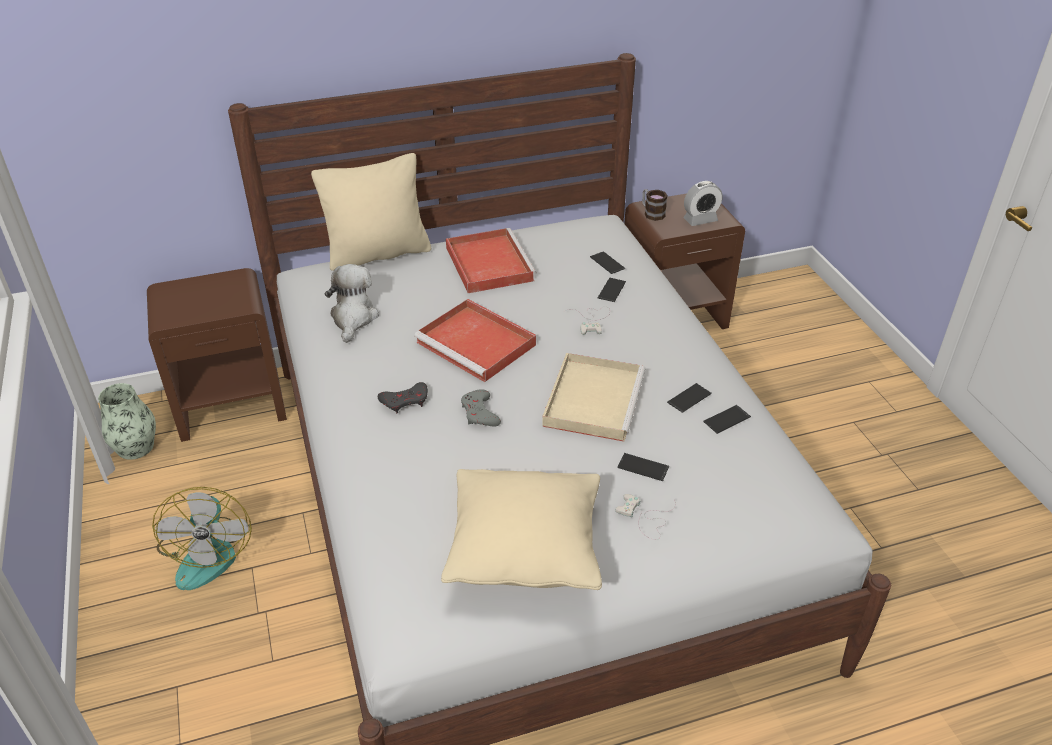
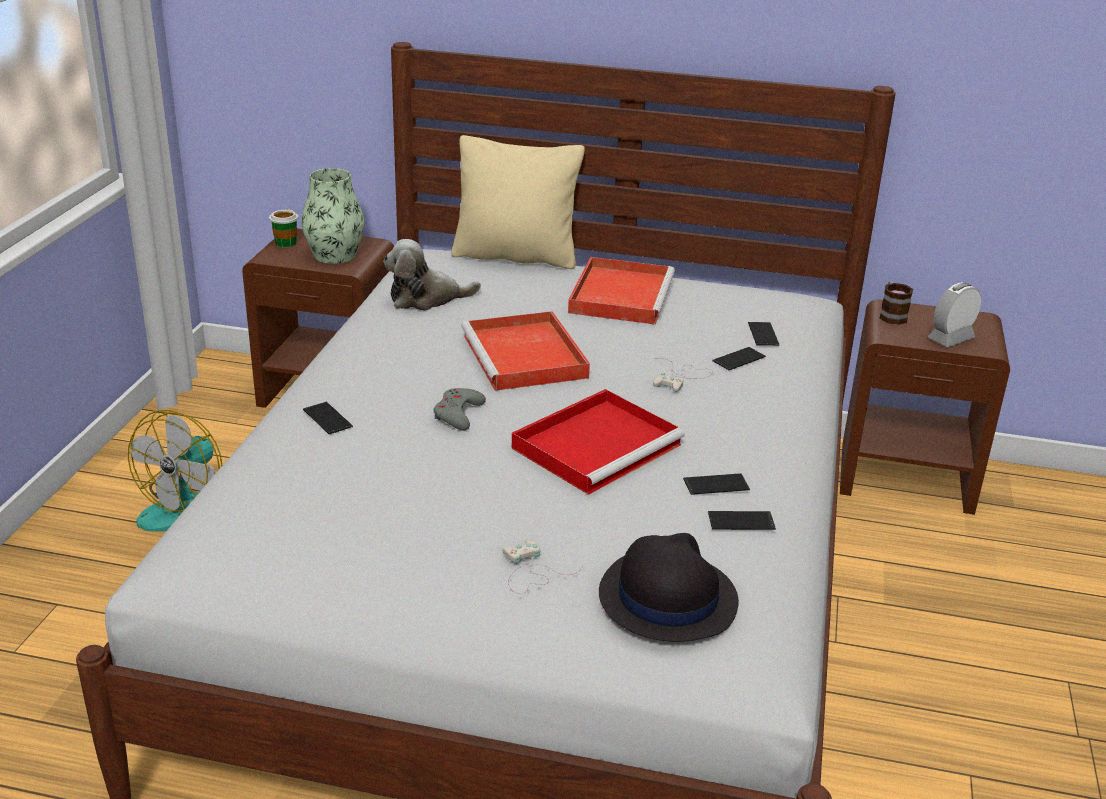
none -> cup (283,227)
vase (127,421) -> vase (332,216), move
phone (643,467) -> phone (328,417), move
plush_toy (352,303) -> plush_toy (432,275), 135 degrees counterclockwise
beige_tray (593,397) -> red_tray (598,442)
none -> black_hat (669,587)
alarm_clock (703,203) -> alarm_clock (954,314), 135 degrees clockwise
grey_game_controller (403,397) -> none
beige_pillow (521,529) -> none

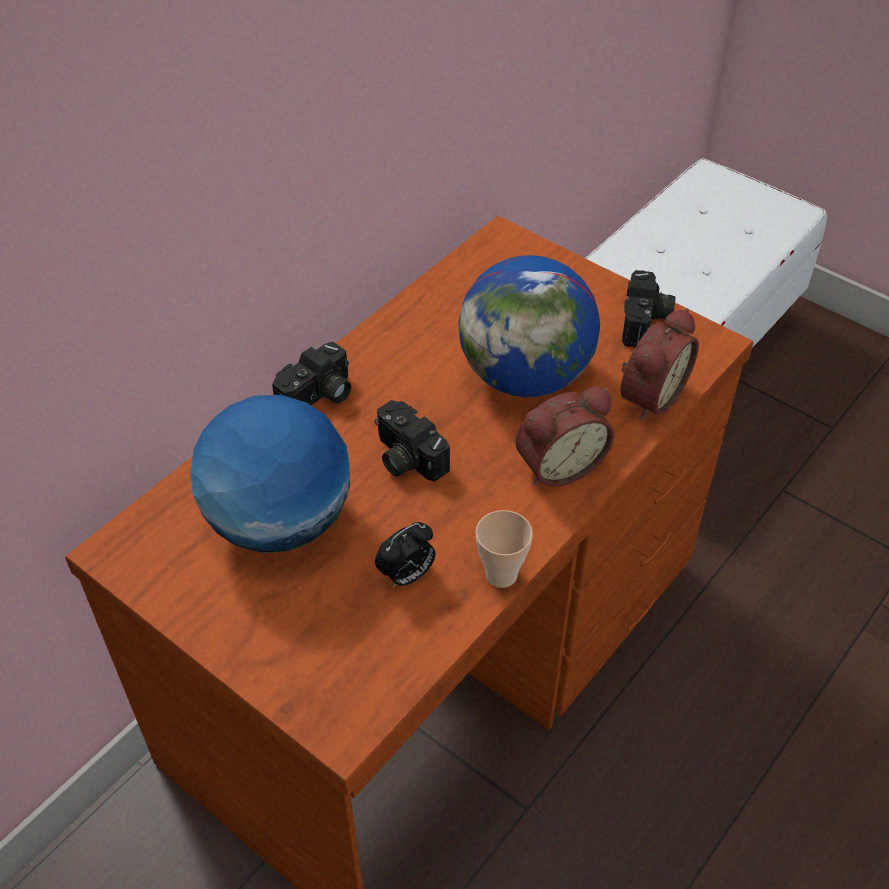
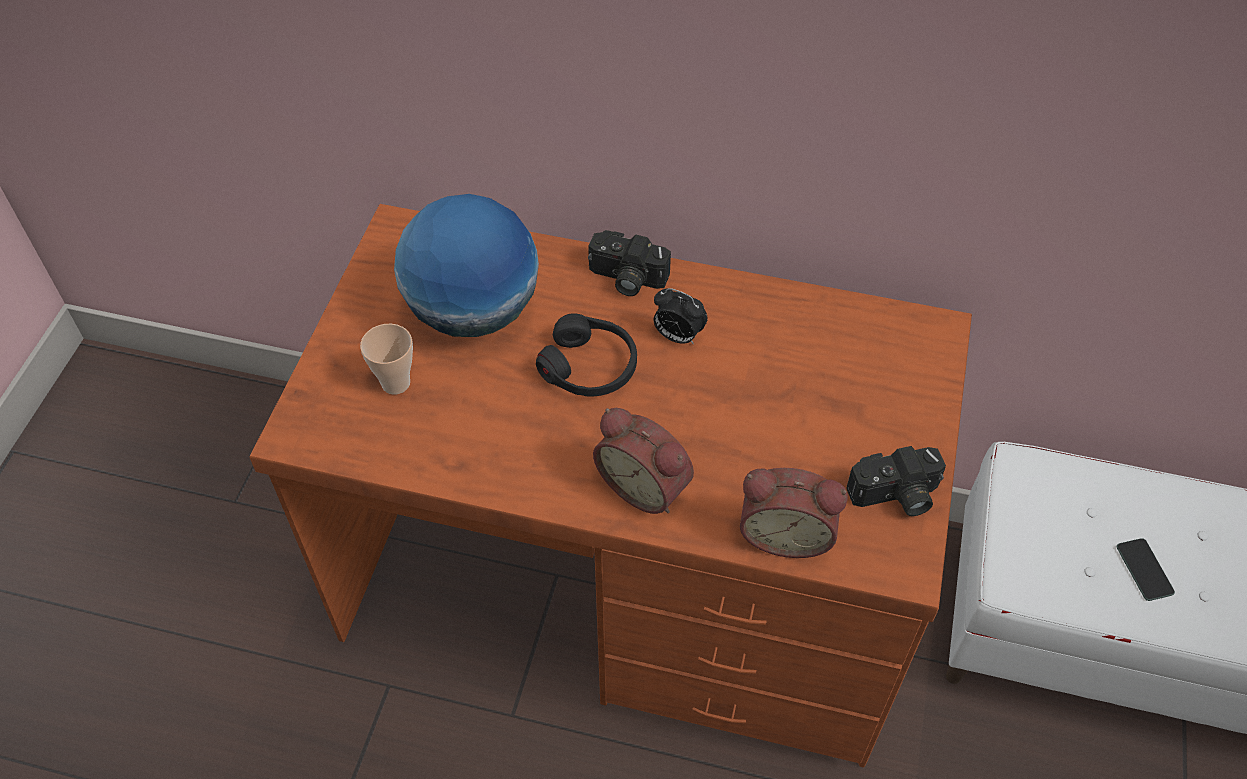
cup (504,549) -> cup (386,359), move
photo_camera (412,441) -> black_headphones (586,355)
alarm_clock (405,555) -> alarm_clock (680,316), move
none -> phone (1146,569)
globe (529,326) -> none

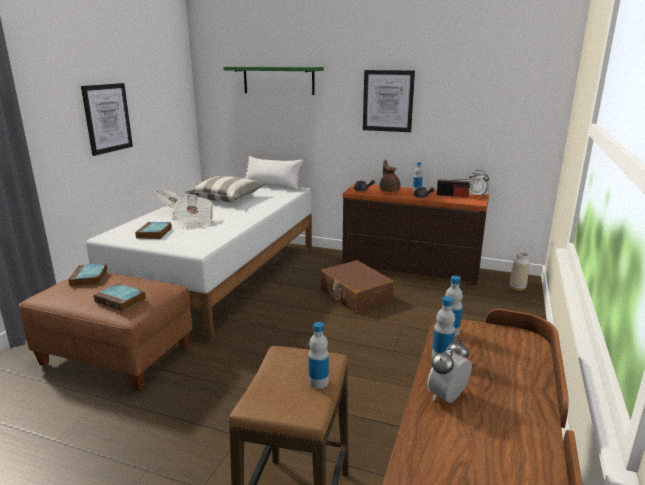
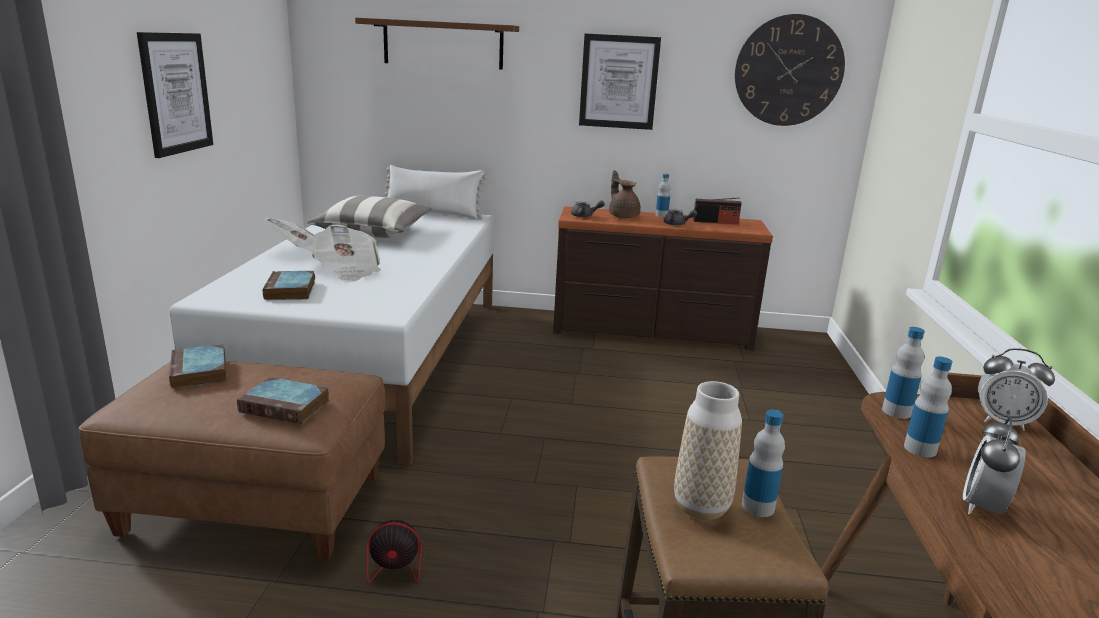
green_shelf (274,80) -> brown_shelf (437,44)
none -> fan (417,542)
vase (519,271) -> vase (708,450), move
none -> wall_clock (790,70)
alarm_clock (479,183) -> alarm_clock (1016,389), move
brown_suitcase (357,286) -> none

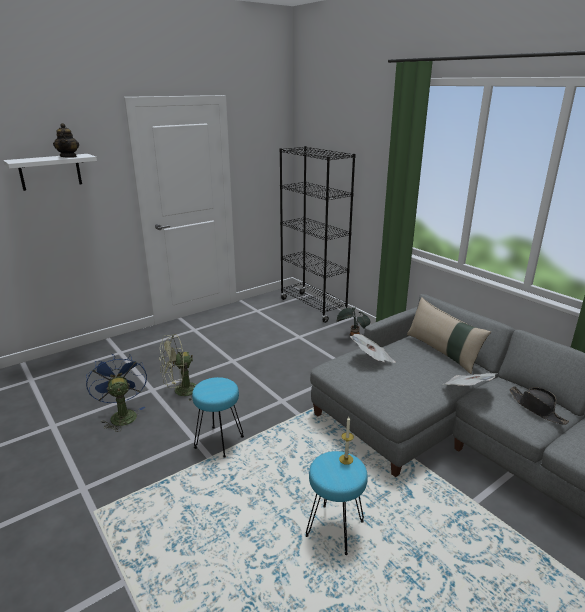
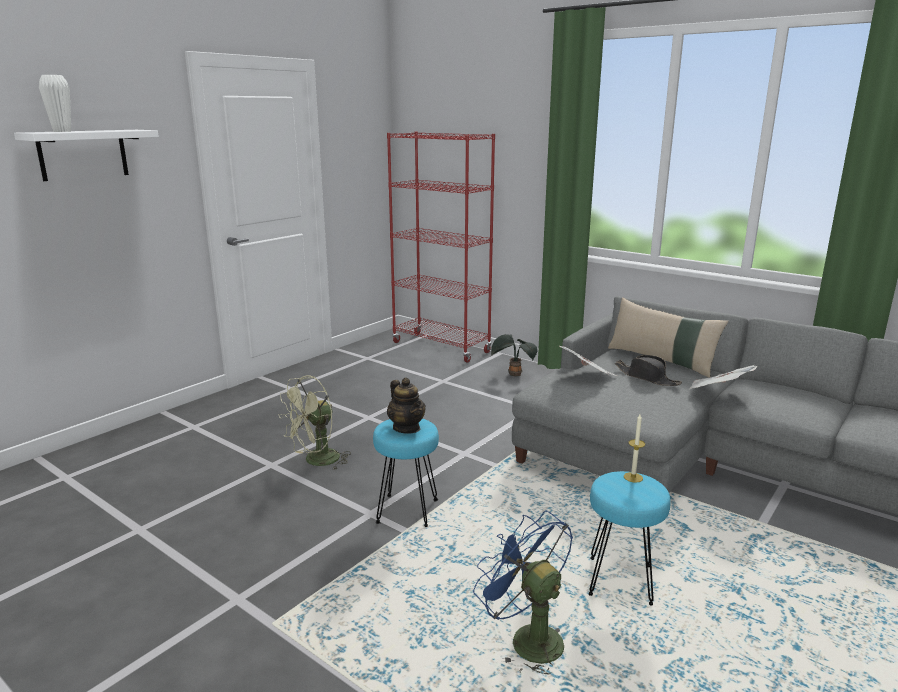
none -> white_vase (55,103)
black_bookcase (317,234) -> red_bookcase (441,247)
teapot (66,140) -> teapot (406,406), move
blue_fan (116,393) -> blue_fan (523,593), move
black_hat (539,405) -> black_hat (648,370), move

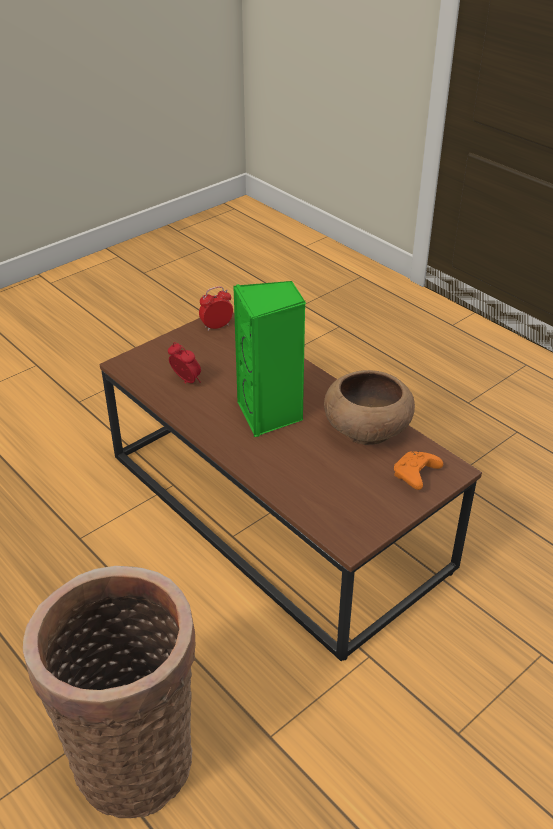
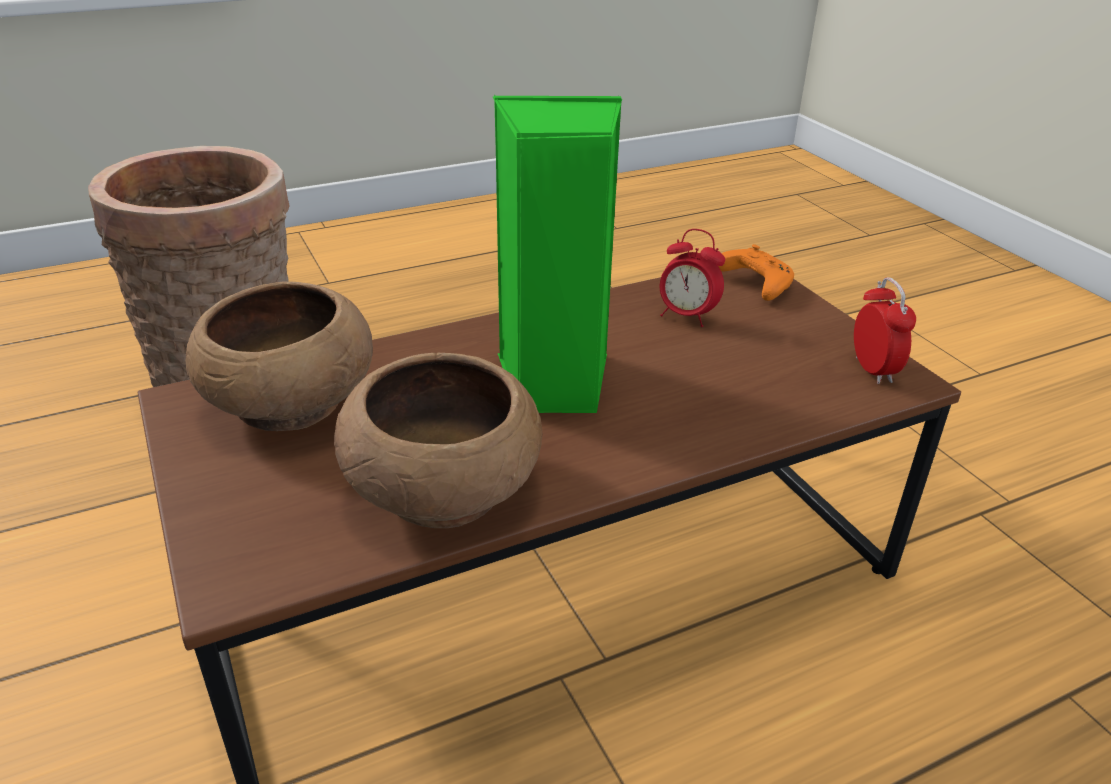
none -> brown_bowl (279,356)
alarm_clock (184,362) -> alarm_clock (692,278), 60 degrees clockwise
orange_game_controller (418,470) -> orange_game_controller (756,272), move

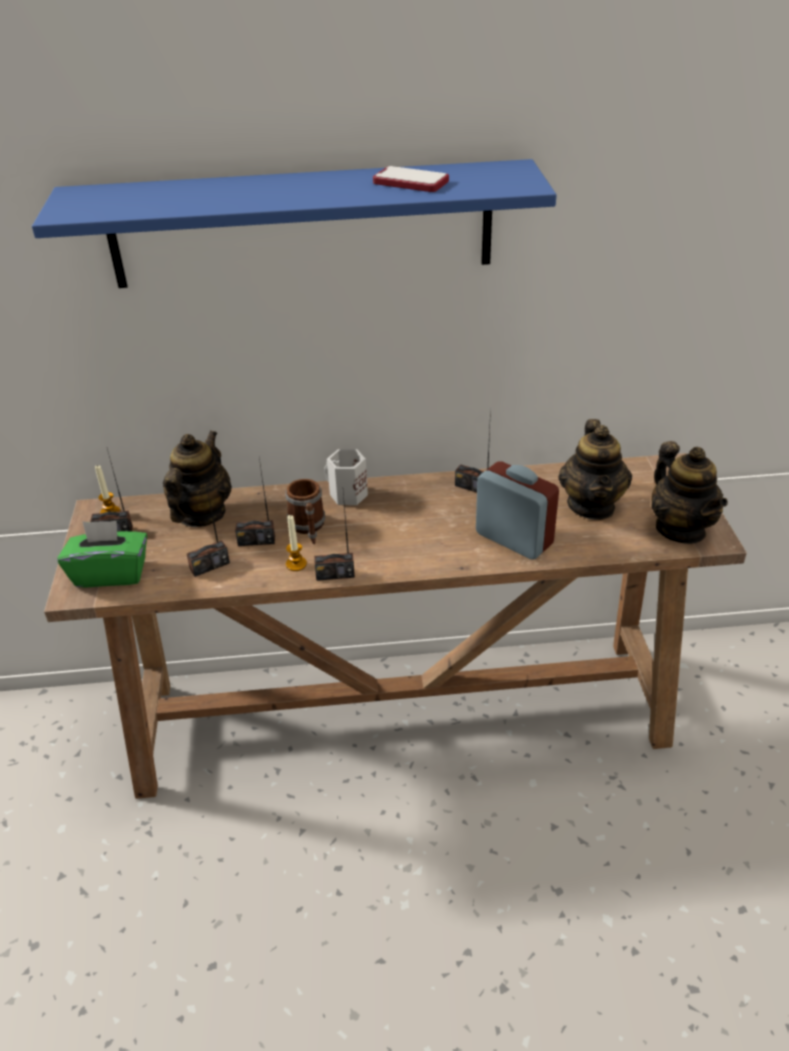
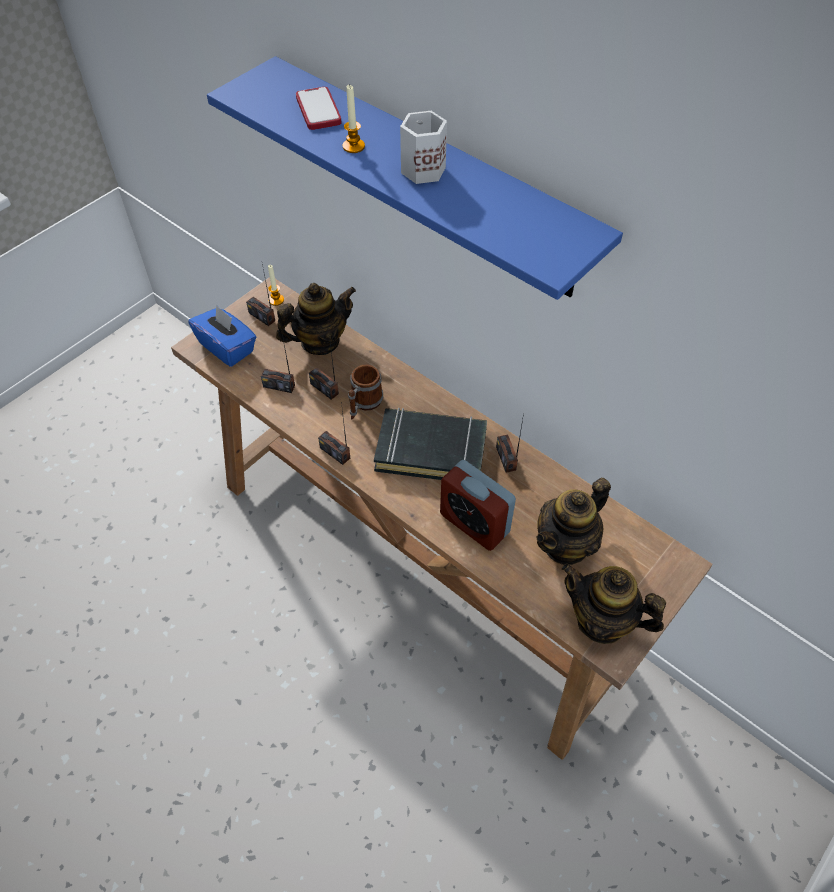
green_tissue_box (102,554) -> blue_tissue_box (222,335)
phone (411,179) -> phone (319,108), move
candle (296,543) -> candle (354,119), move
none -> black_book (430,444)
white_mug (346,477) -> white_mug (423,147), move
alarm_clock (517,511) -> alarm_clock (478,505), 135 degrees clockwise
teapot (689,492) -> teapot (613,603), 90 degrees clockwise

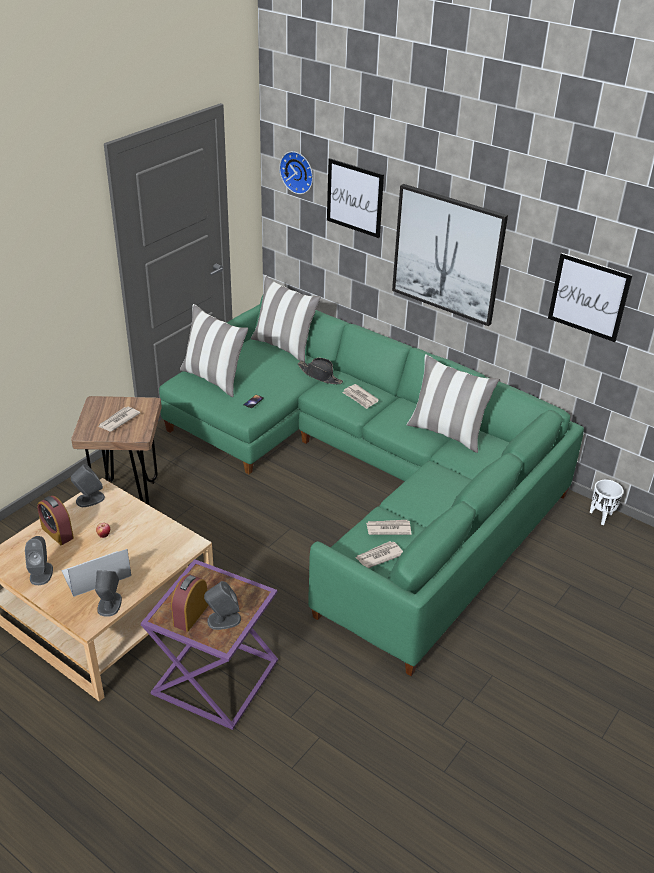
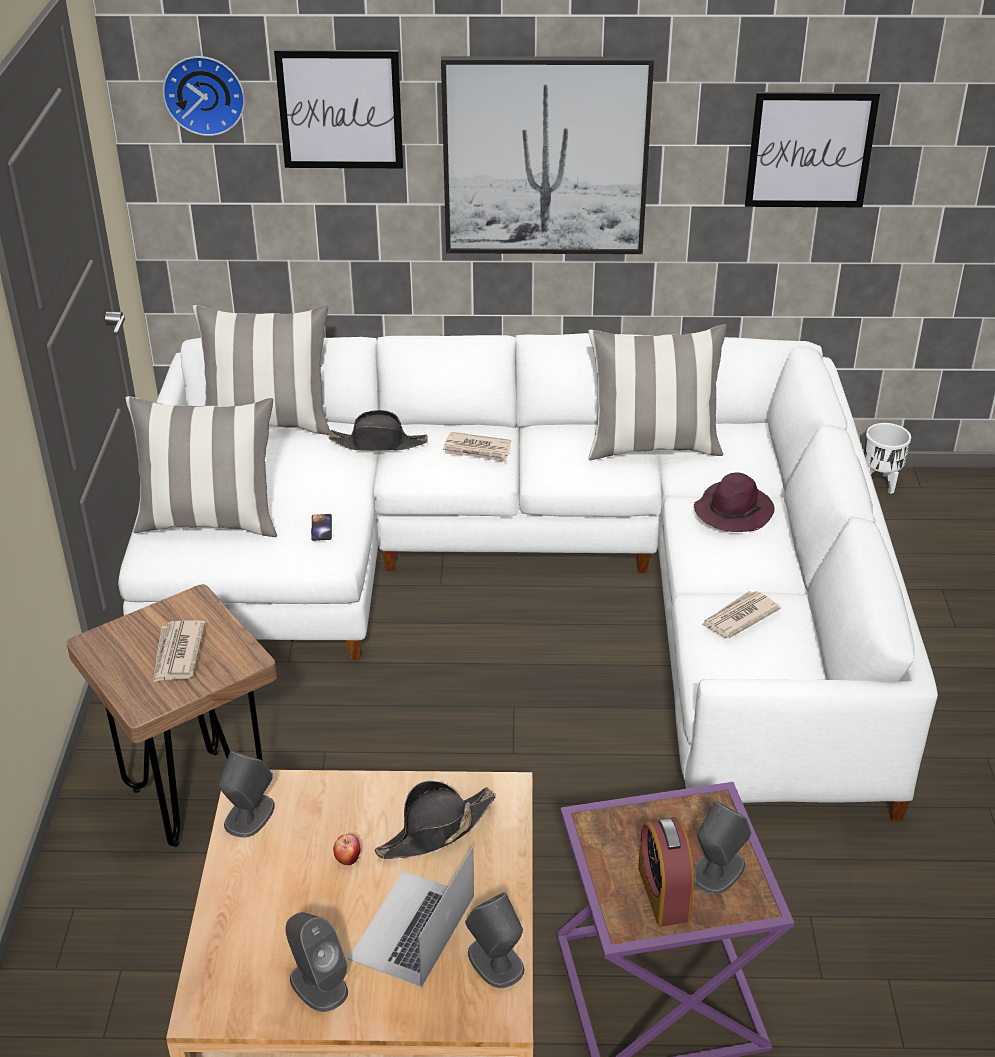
green_sofa (371,485) -> white_sofa (528,577)
none -> black_hat (435,820)
none -> purple_hat (734,502)
alarm_clock (55,520) -> none
newspaper (379,554) -> none

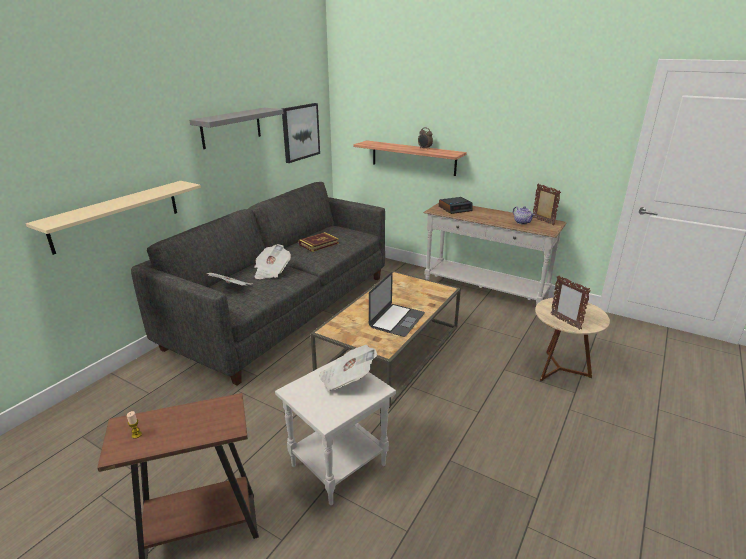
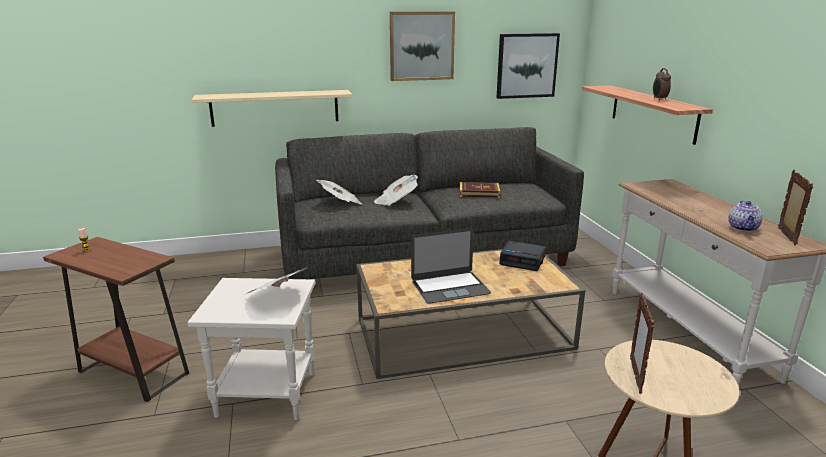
grey_shelf (236,128) -> picture (422,46)
alarm_clock (456,205) -> alarm_clock (522,256), move

